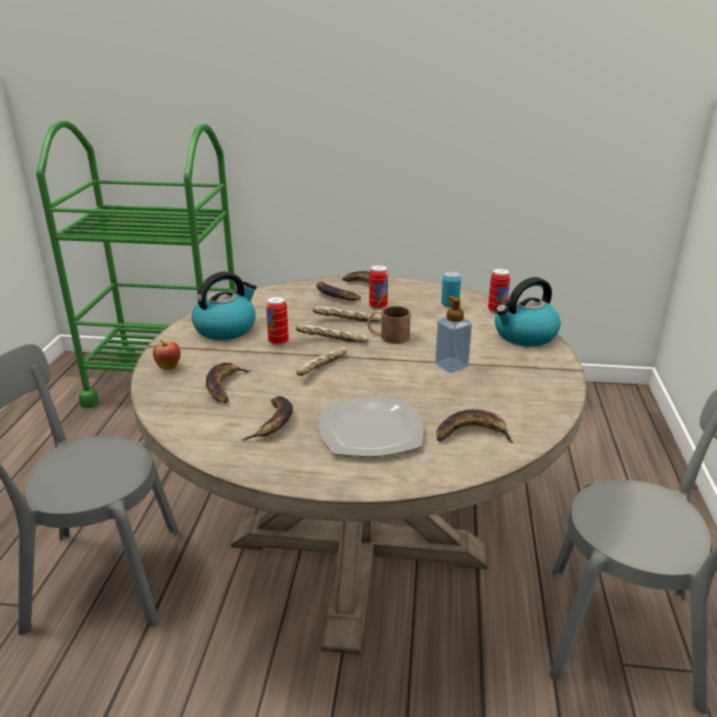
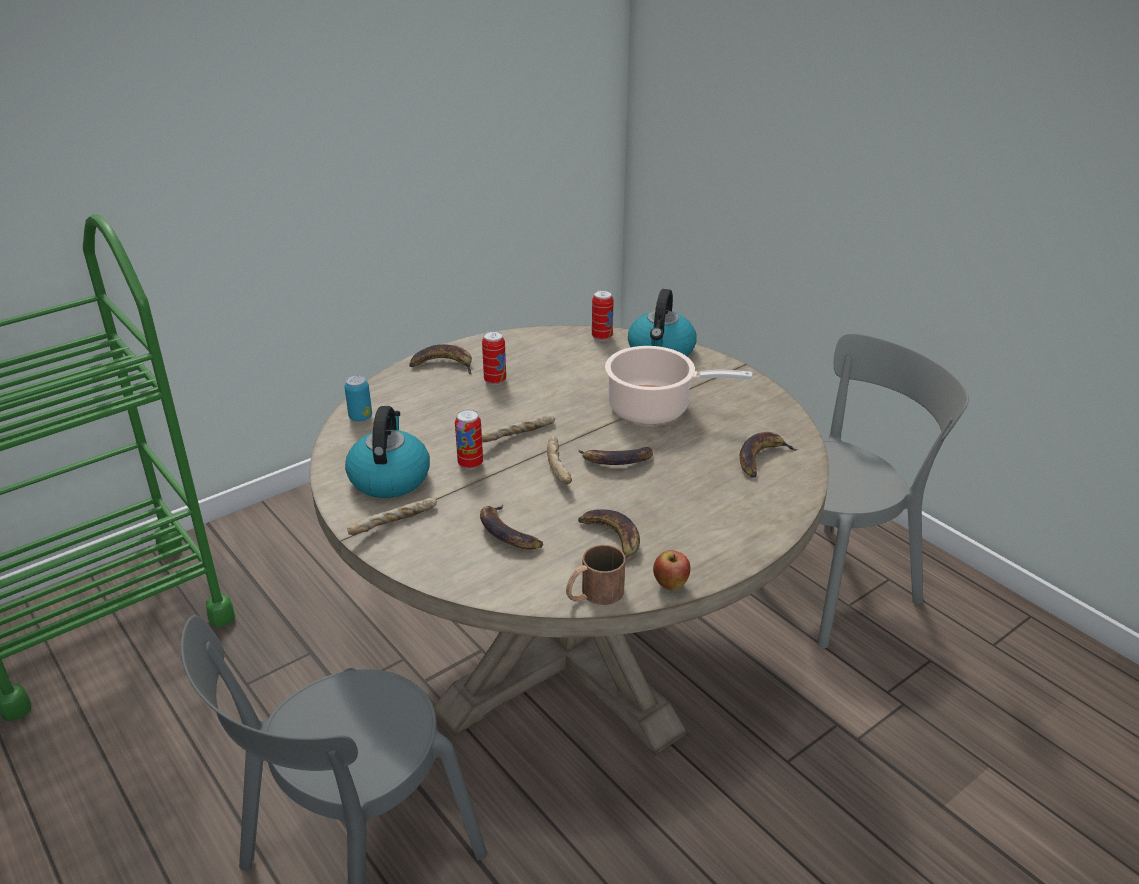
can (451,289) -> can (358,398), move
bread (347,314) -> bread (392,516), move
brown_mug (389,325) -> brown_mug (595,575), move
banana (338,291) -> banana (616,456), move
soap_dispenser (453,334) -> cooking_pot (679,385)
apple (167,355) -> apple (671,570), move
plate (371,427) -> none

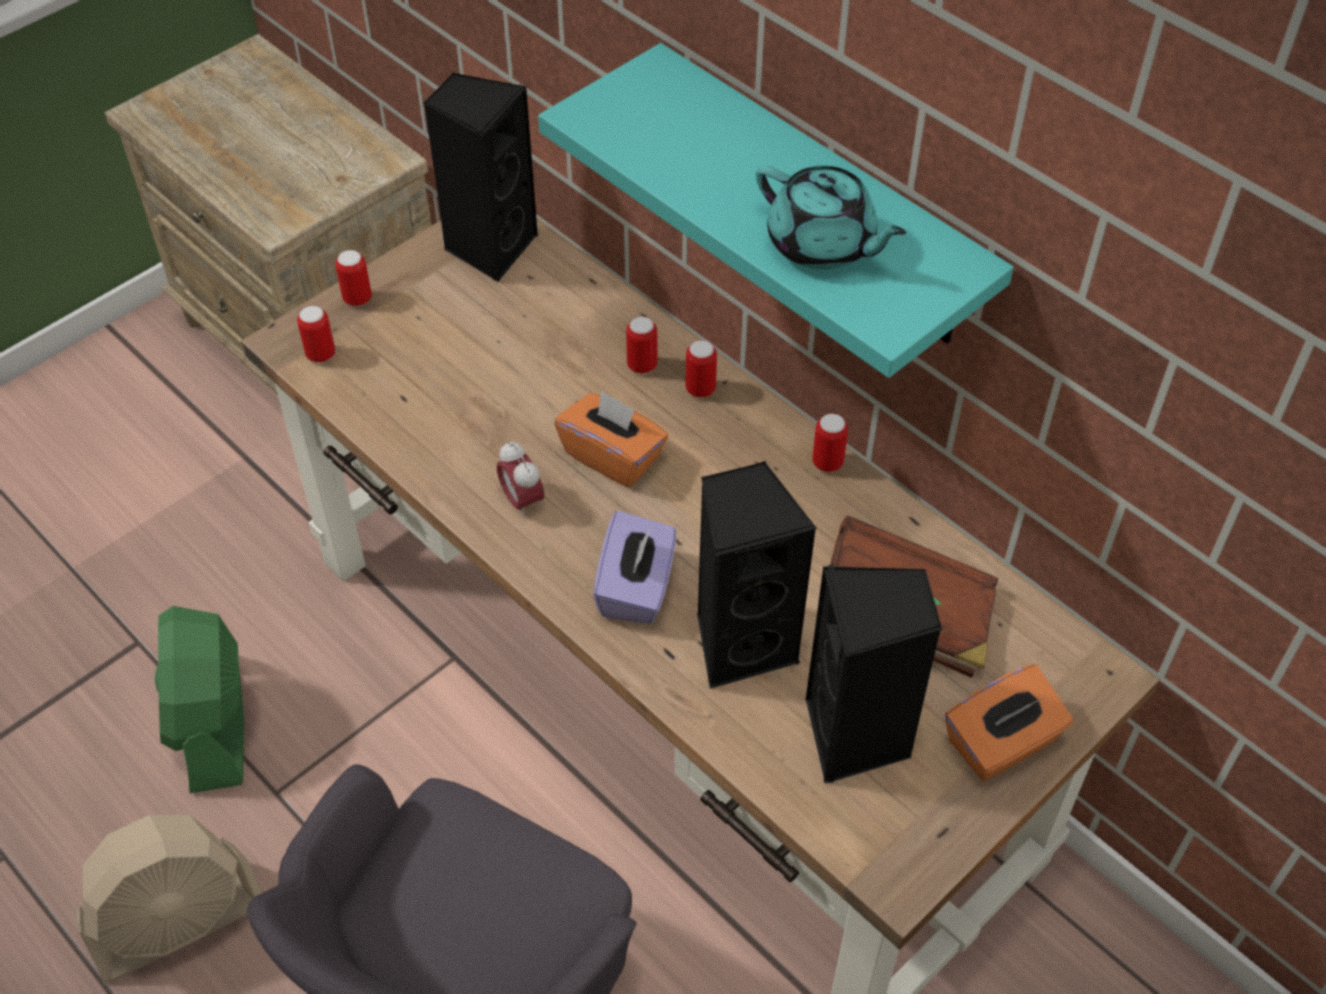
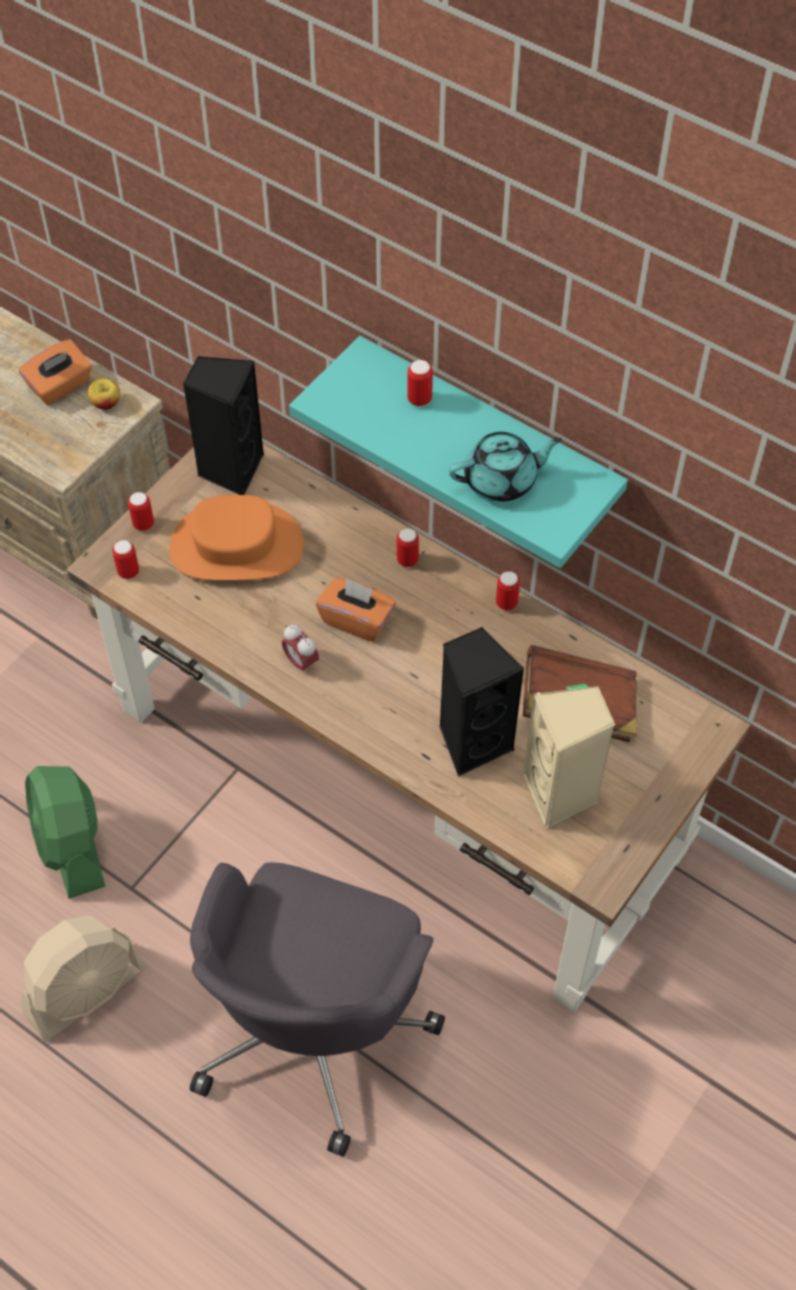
orange_tissue_box (1009,722) -> orange_tissue_box (55,372), move
none -> apple (104,394)
none -> orange_hat (236,538)
can (641,345) -> can (420,383), move
turquoise_teapot (831,217) -> turquoise_teapot (505,467), 45 degrees counterclockwise
black_speaker (874,674) -> beige_speaker (569,757)
purple_tissue_box (634,567) -> none

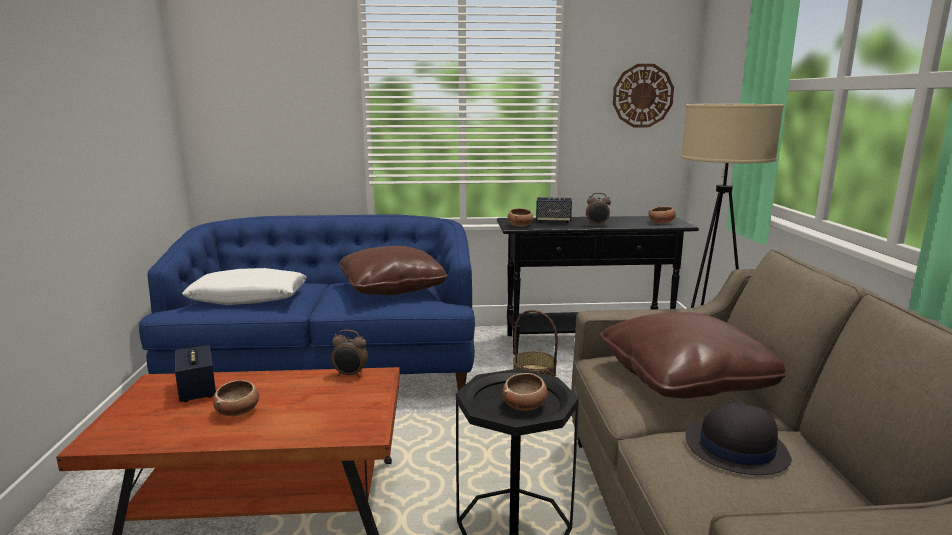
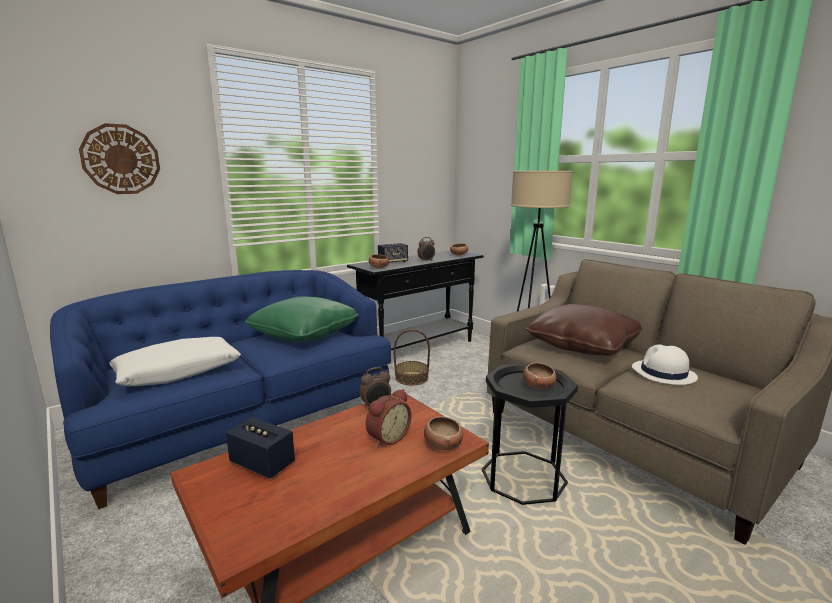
wall_clock (643,95) -> wall_clock (119,158), move
brown_pillow (393,270) -> green_pillow (301,319)
none -> alarm_clock (388,418)
bowl (236,398) -> bowl (443,433), move
black_hat (739,437) -> white_hat (665,365)

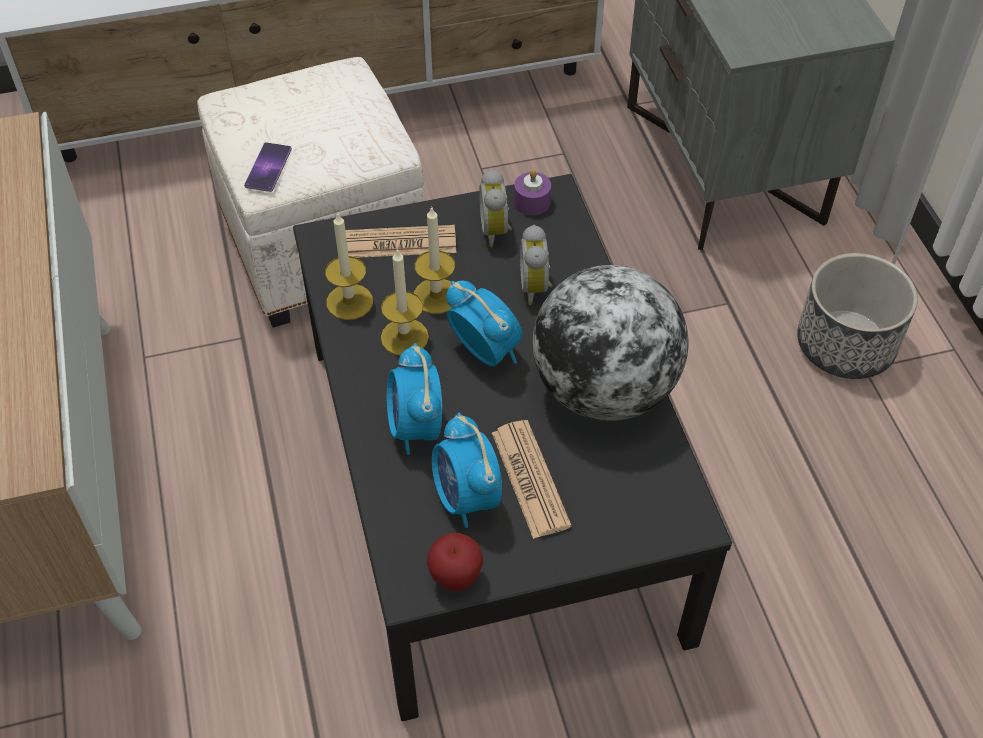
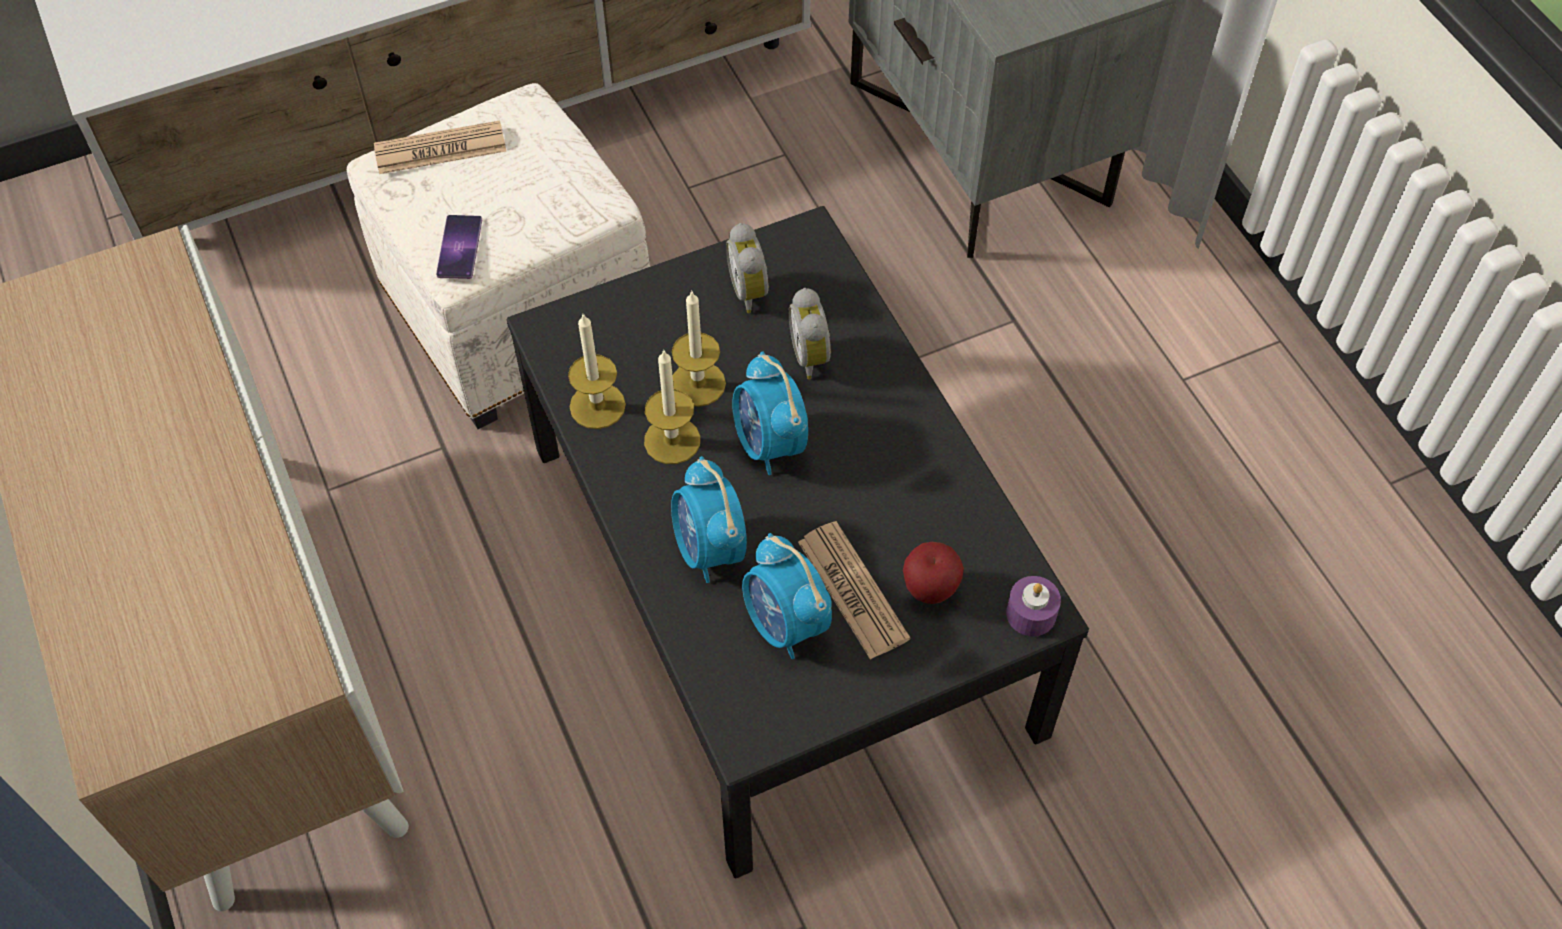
newspaper (400,241) -> newspaper (440,147), move
alarm_clock (484,324) -> alarm_clock (770,413), 150 degrees counterclockwise
apple (455,562) -> apple (933,573), move
purple_candle (532,192) -> purple_candle (1033,606), move
globe (610,343) -> none
planter (857,316) -> none

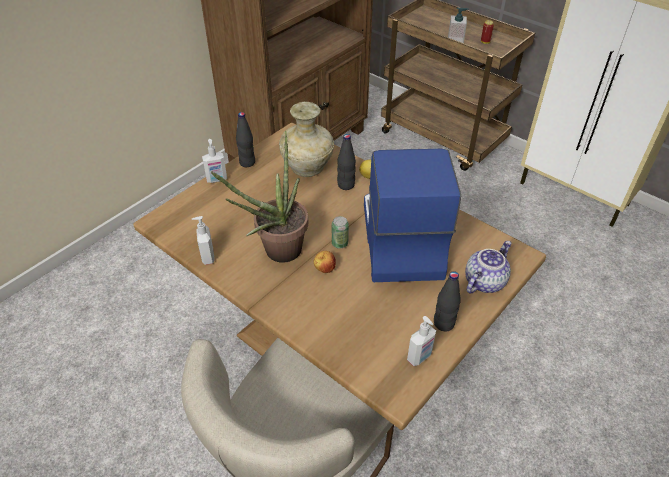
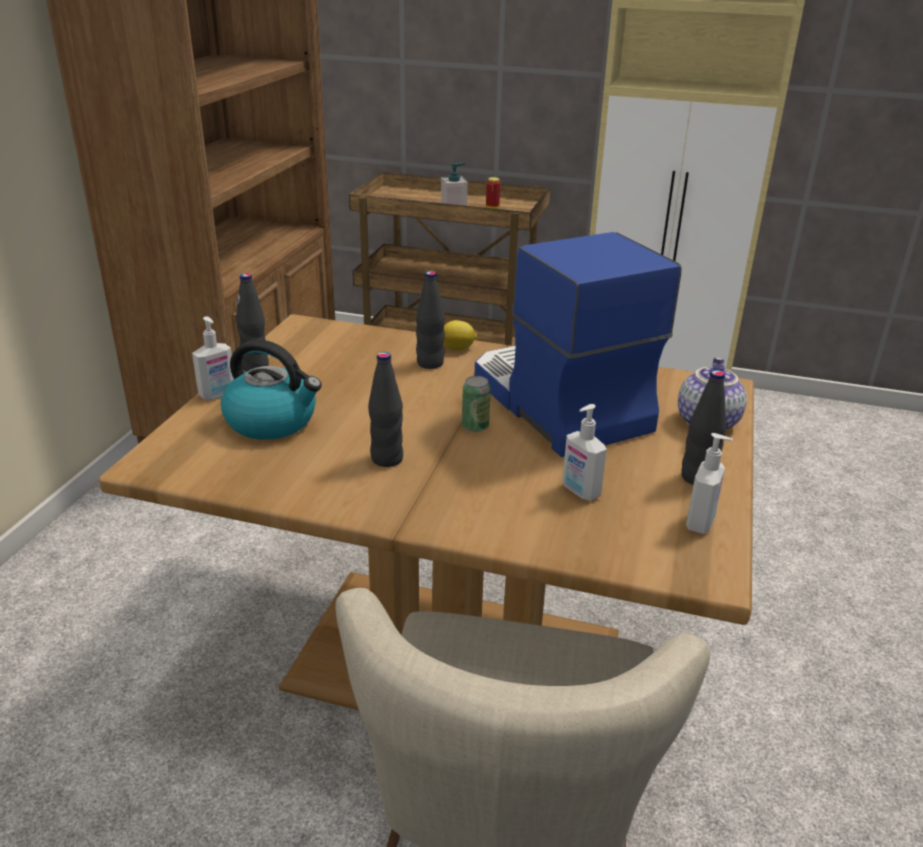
none -> kettle (271,389)
potted_plant (259,196) -> black_bottle (385,409)
soap_dispenser (203,240) -> soap_dispenser (584,452), move
beige_vase (306,139) -> none
apple (325,262) -> none

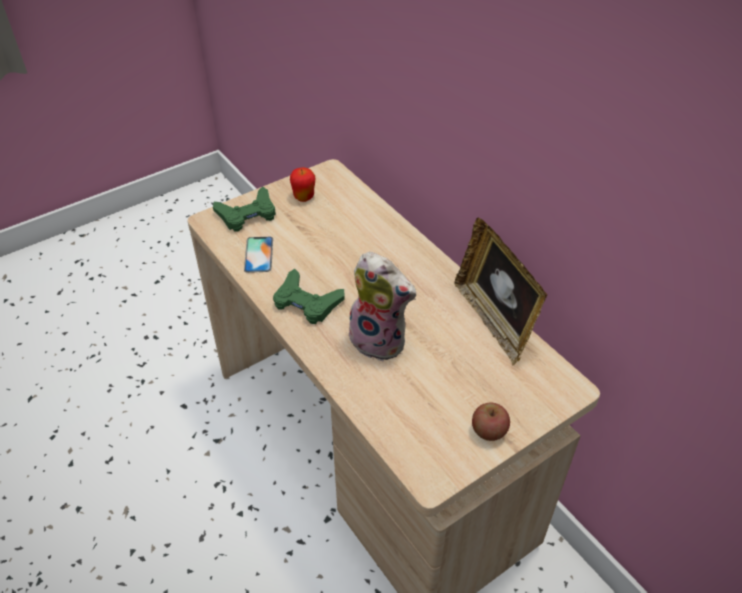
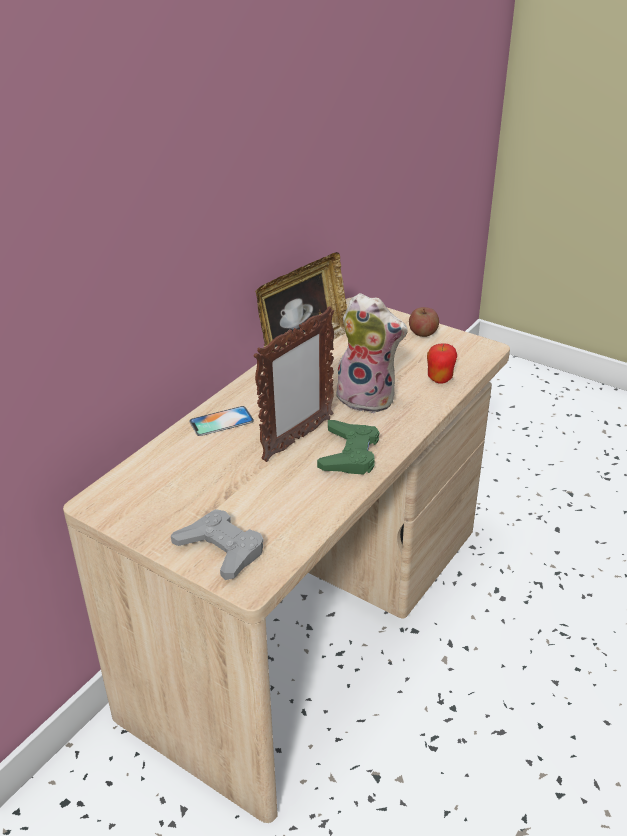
green_game_controller (244,209) -> grey_game_controller (217,544)
phone (258,255) -> phone (221,421), move
none -> picture_frame (294,384)
plush_toy (382,307) -> plush_toy (372,353), 105 degrees clockwise
apple (302,184) -> apple (442,363), move

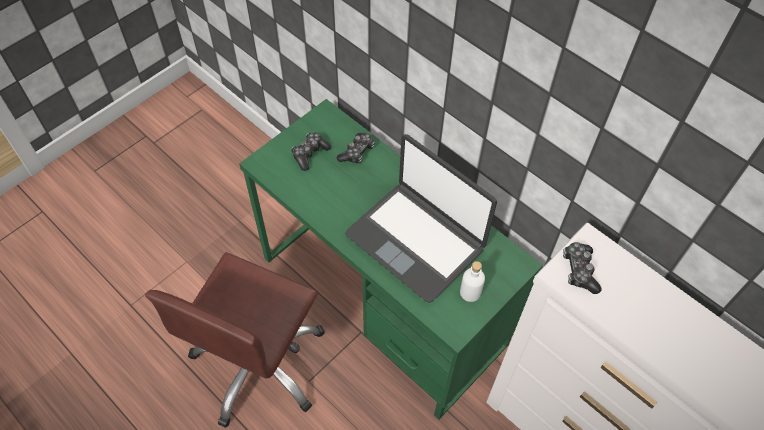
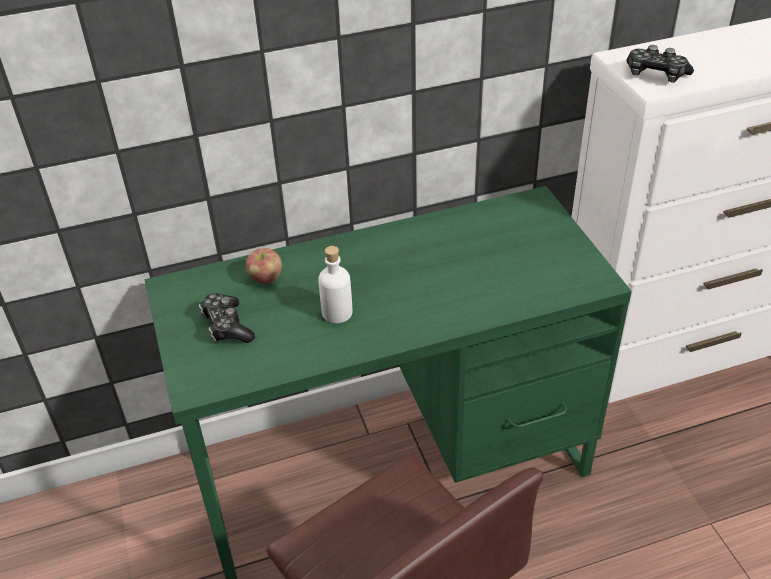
game_controller (355,148) -> apple (264,266)
white_bottle (472,281) -> white_bottle (335,284), move
laptop (421,218) -> none

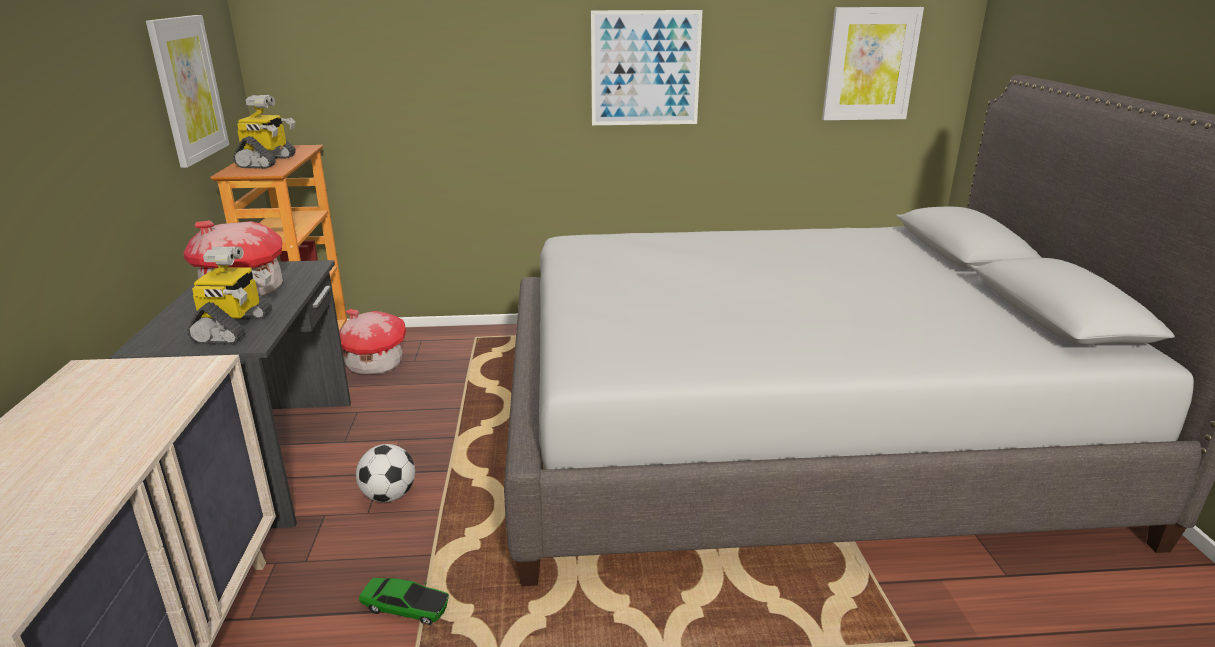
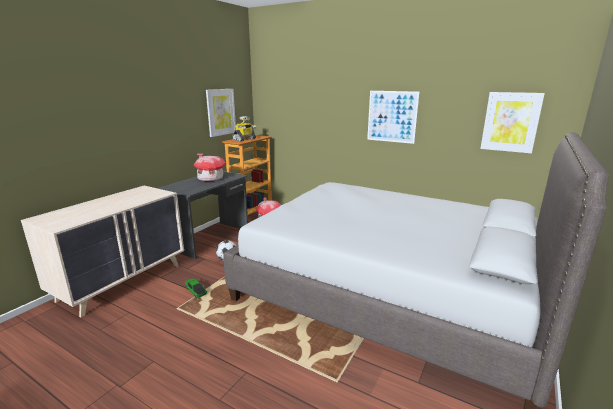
toy_robot (229,295) -> none

